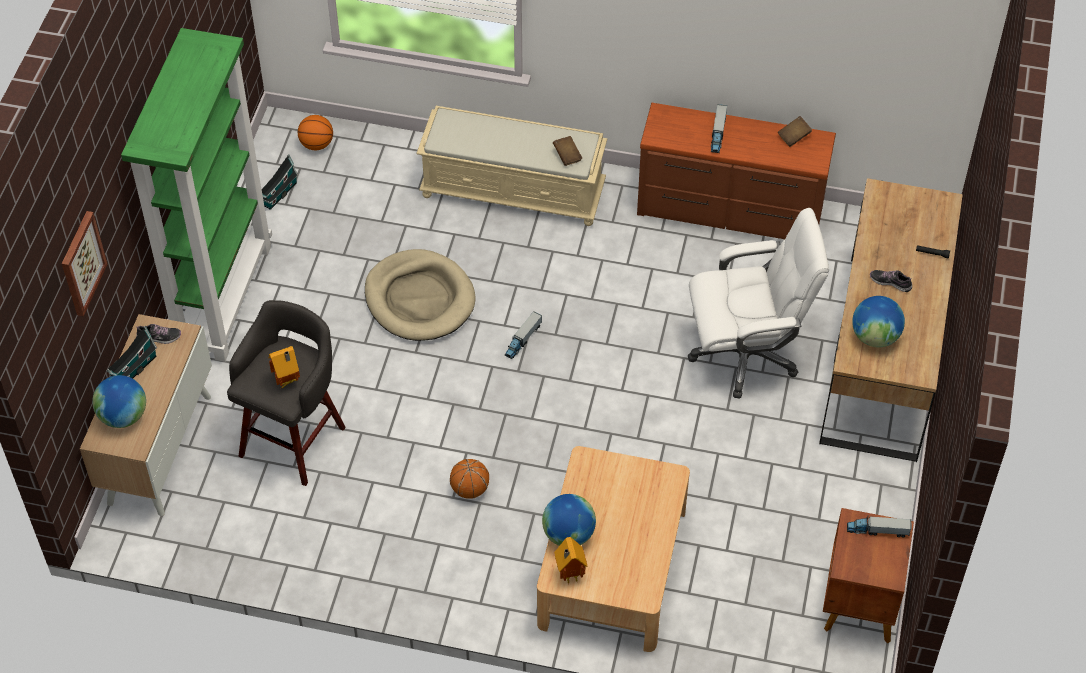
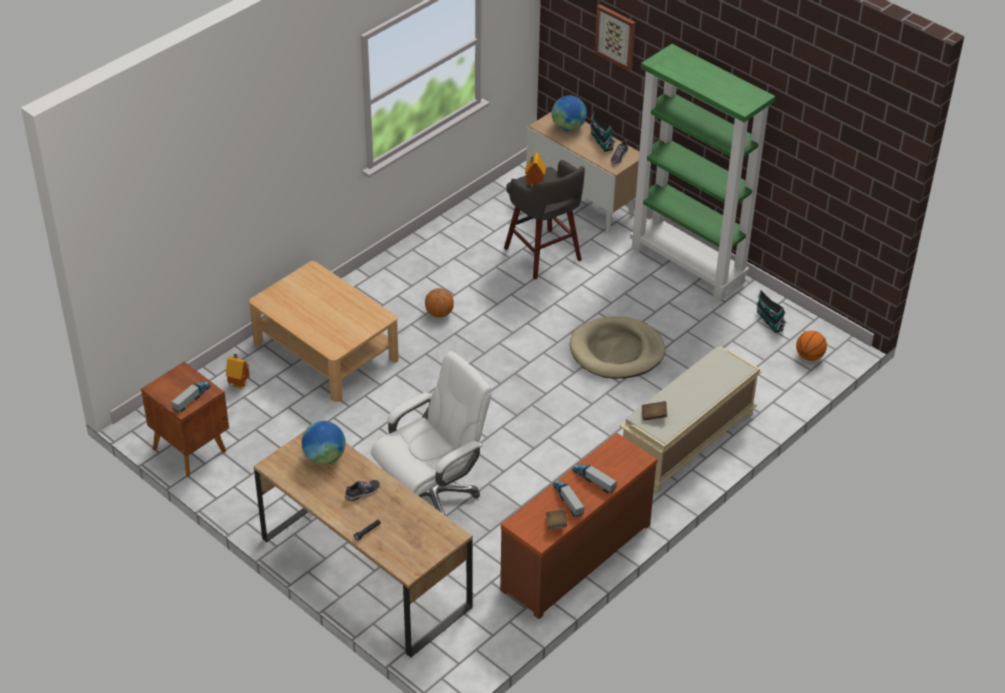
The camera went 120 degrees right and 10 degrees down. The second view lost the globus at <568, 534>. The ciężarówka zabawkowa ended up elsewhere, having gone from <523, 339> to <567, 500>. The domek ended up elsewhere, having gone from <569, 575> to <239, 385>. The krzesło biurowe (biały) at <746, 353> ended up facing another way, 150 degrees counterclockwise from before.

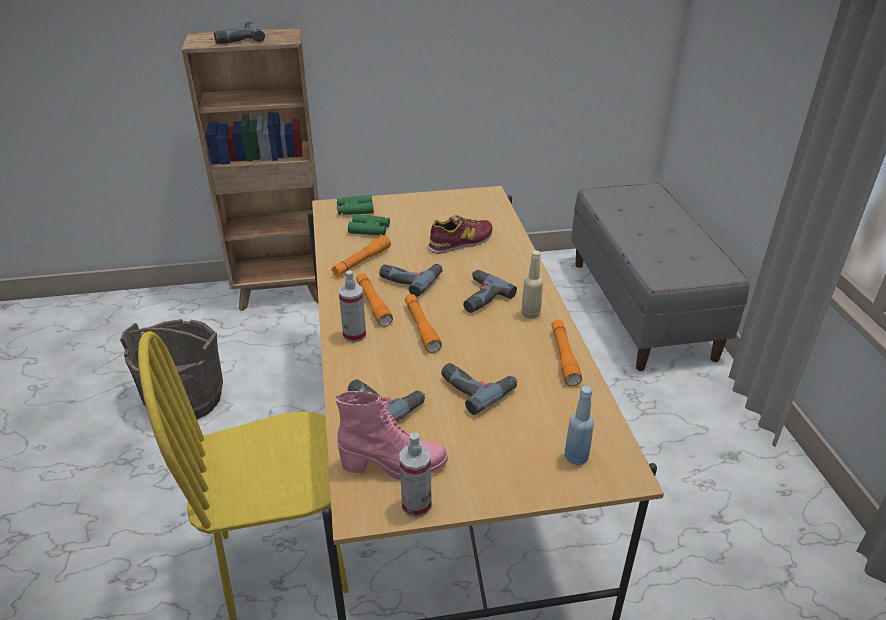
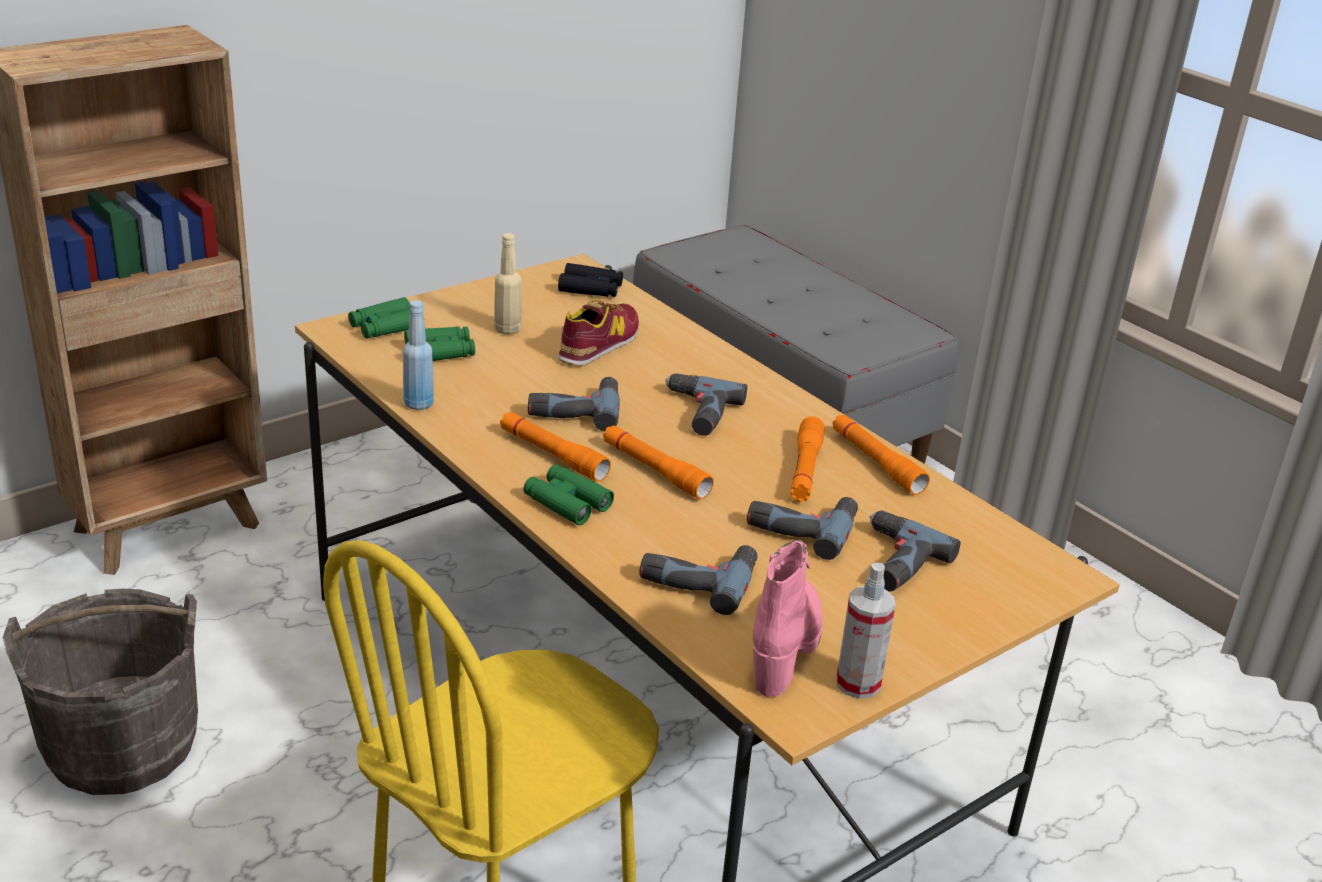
The camera went 30 degrees left and 5 degrees down. The second view gained the lornetka (czarny) at <591, 288>. The wiertarka ended up elsewhere, having gone from <238, 39> to <892, 561>. The latarka (pomarańczowy) ended up elsewhere, having gone from <361, 262> to <805, 470>. The butelka (beżowy) ended up elsewhere, having gone from <530, 314> to <507, 329>. The butelka (niebieski) ended up elsewhere, having gone from <576, 457> to <418, 404>. Where the spryskiwacz stood at <354, 335>, the lornetka (zielony) came to stand at <567, 503>. The but z cholewką (różowy) at <394, 466> ended up facing another way, 45 degrees counterclockwise from before.

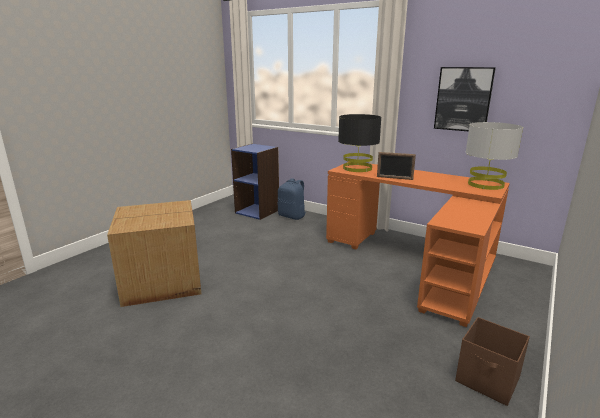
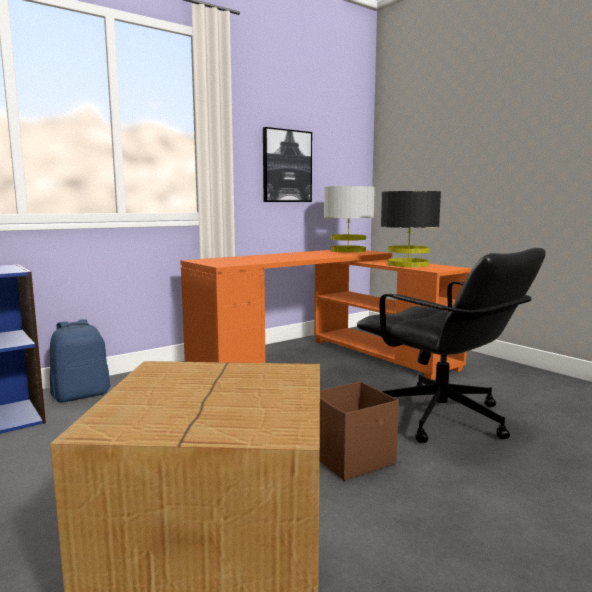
The camera went 70 degrees left and 10 degrees down. The second view lost the ramka na zdjęcie at <394, 178>. The second view gained the krzesło biurowe (czarny) at <441, 418>. The lampa stołowa (czarny) ended up elsewhere, having gone from <357, 168> to <408, 264>. The pojemnik do przechowywania (brązowy) ended up elsewhere, having gone from <488, 380> to <353, 459>.

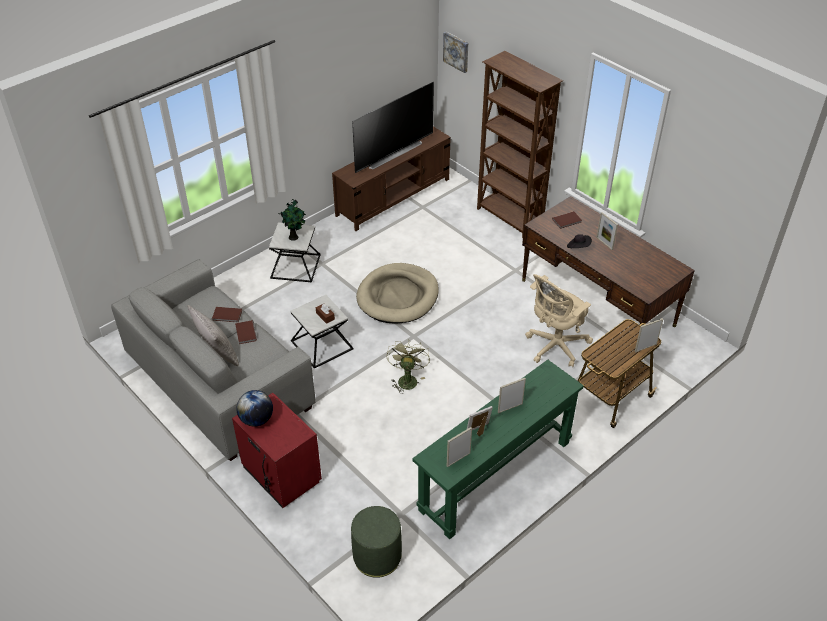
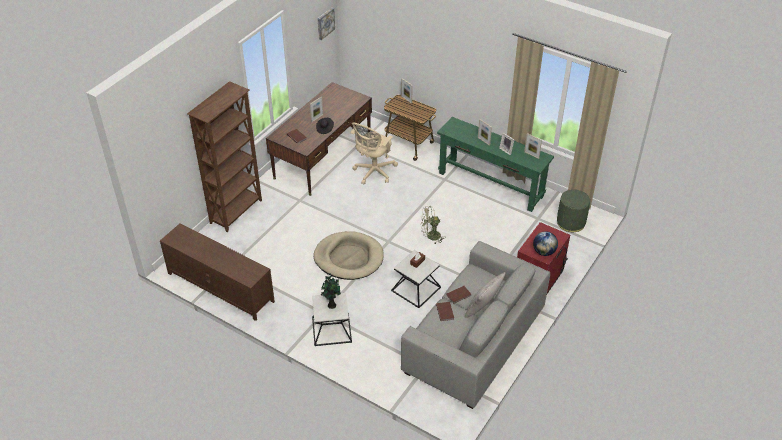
The camera went 105 degrees left and 0 degrees up. The second view lost the telewizor at <392, 152>. The obraz ended up elsewhere, having gone from <456, 51> to <325, 23>. The krzesło biurowe (beżowy) at <554, 347> ended up facing another way, 90 degrees clockwise from before.

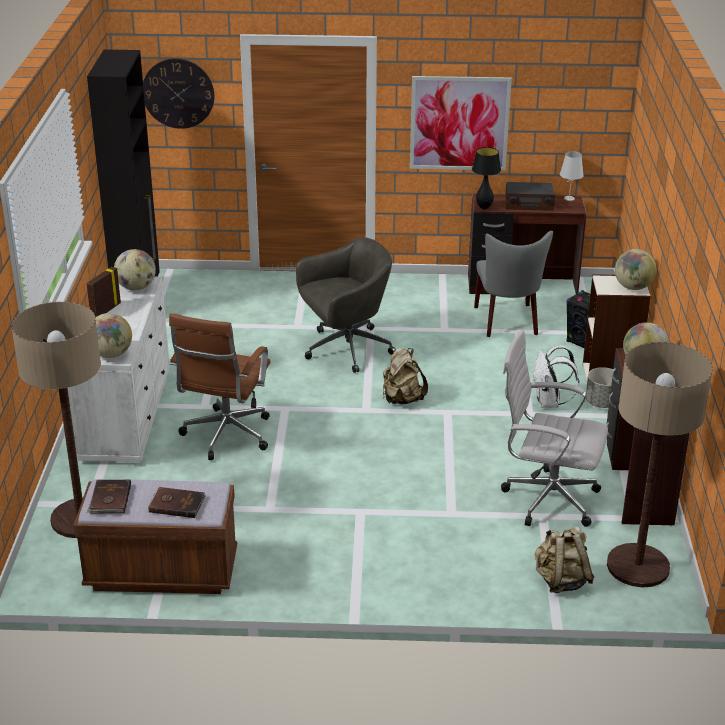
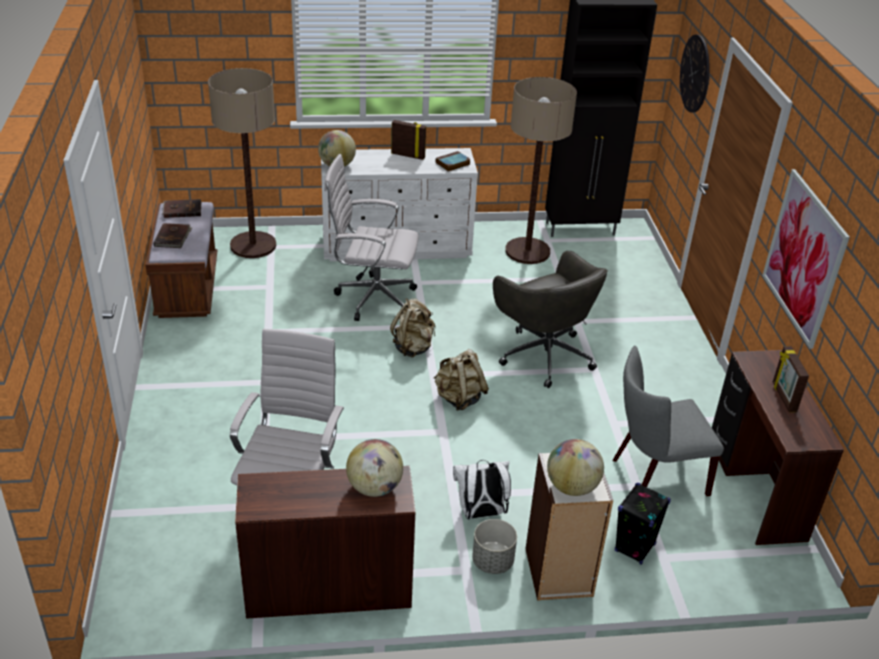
The camera went 80 degrees right and 5 degrees up. The second view lost the lampa stołowa (czarny) at <484, 207>. The second view lost the lampa stołowa (biały) at <569, 198>. The plecak (beżowy) ended up elsewhere, having gone from <561, 580> to <413, 347>. The lampa stojąca ended up elsewhere, having gone from <638, 566> to <527, 251>. Where the globus stood at <136, 288>, the książka came to stand at <452, 164>. Where the radio stood at <528, 203>, the ramka na zdjęcie came to stand at <783, 397>. What was the krzesło biurowe (brązowy) at <225, 437> turned into the krzesło biurowe (biały) at <372, 298>.

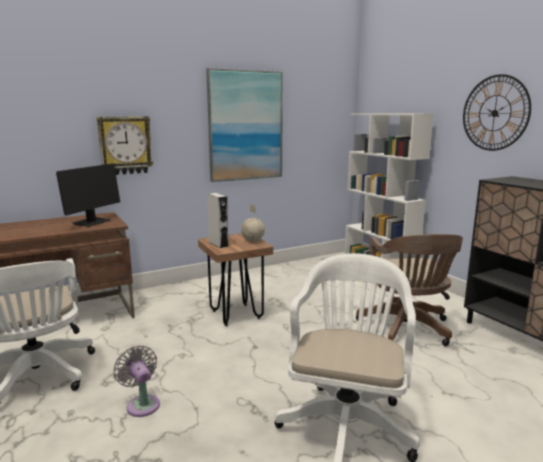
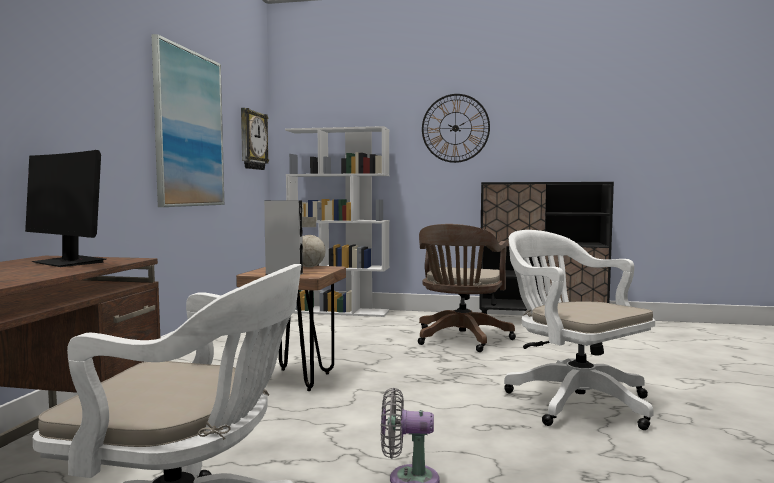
The camera went 50 degrees left and 10 degrees down. The zegar ścienny ended up elsewhere, having gone from <125, 145> to <252, 140>. The monitor at <92, 222> ended up facing another way, 150 degrees clockwise from before. The krzesło biurowe (brązowy) at <406, 329> ended up facing another way, 75 degrees clockwise from before.

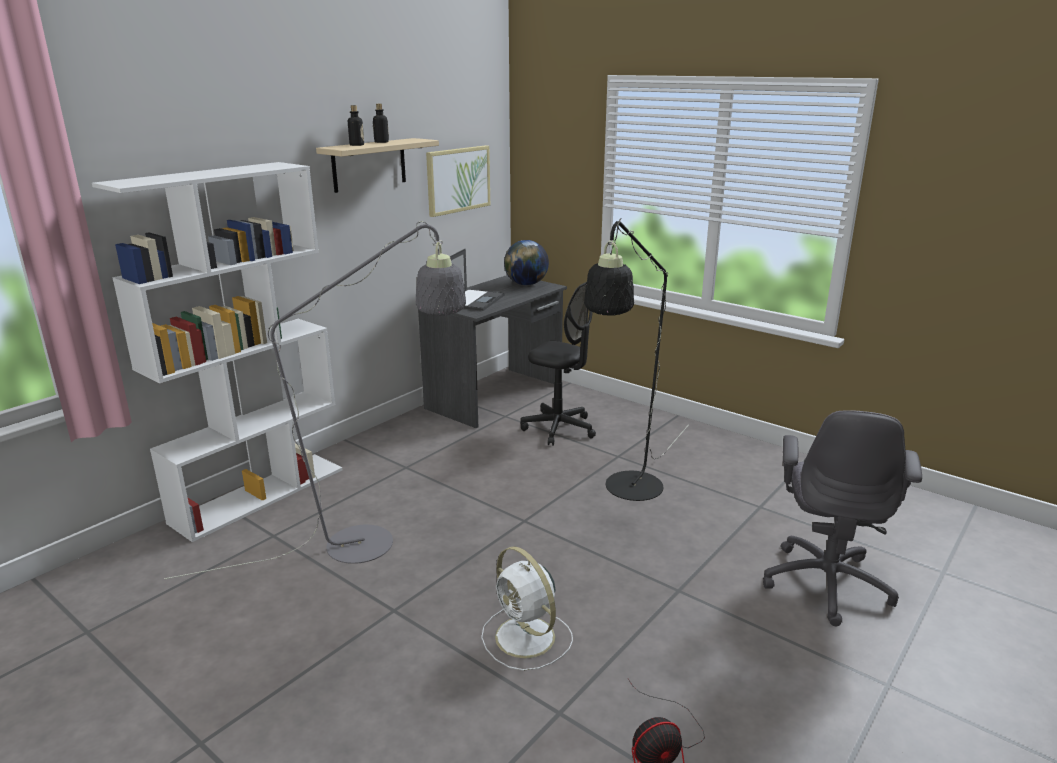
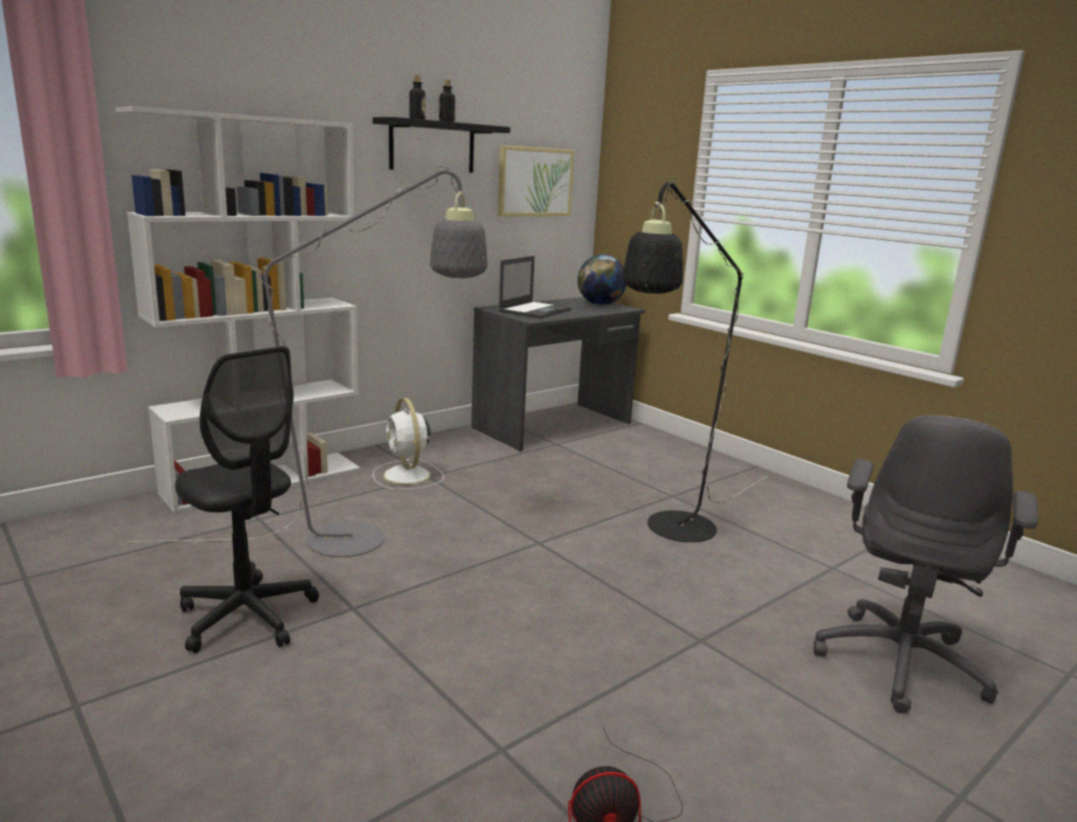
The camera went 10 degrees right and 5 degrees down. The wentylator (biały) ended up elsewhere, having gone from <527, 638> to <407, 476>. The krzesło biurowe (czarny) ended up elsewhere, having gone from <559, 429> to <247, 616>. What was the półka (beżowy) at <369, 165> turned into the półka (czarny) at <432, 146>.

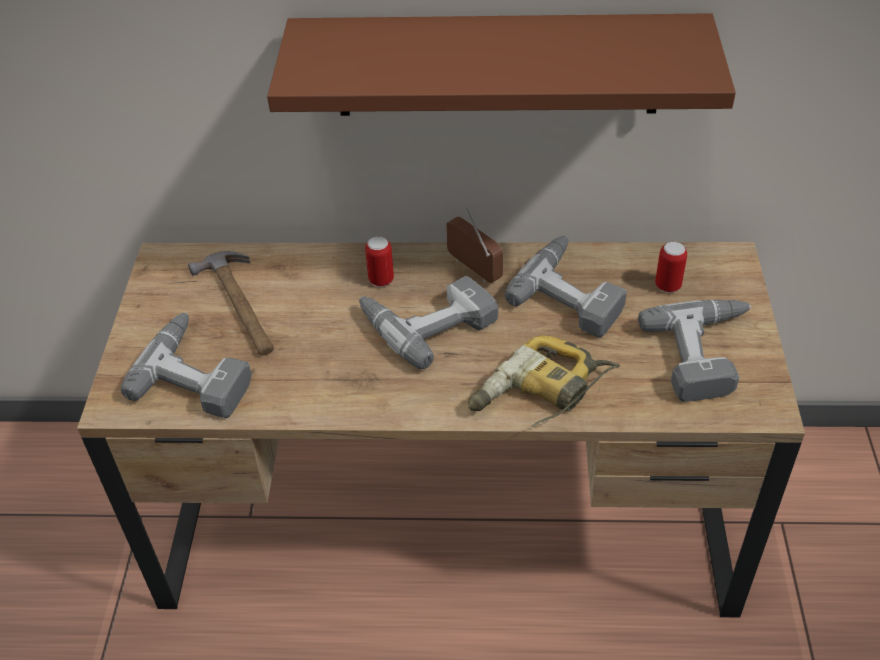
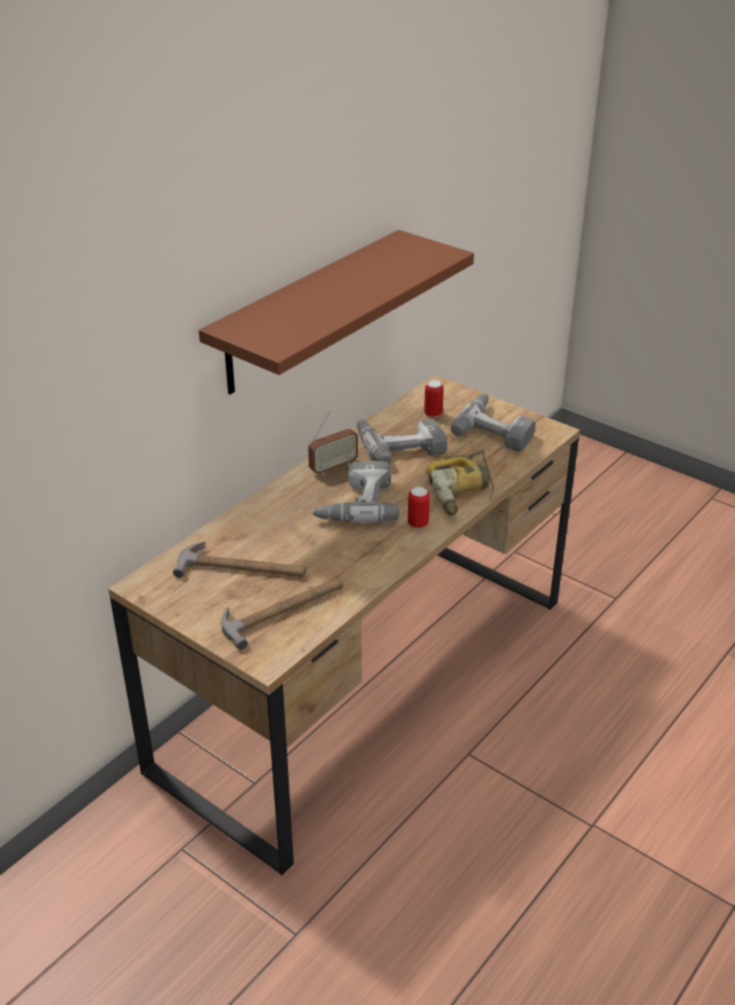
The camera went 55 degrees left and 10 degrees down. The puszka ended up elsewhere, having gone from <381, 280> to <418, 524>. Where the wiertarka stood at <199, 373>, the młotek came to stand at <284, 610>. The radio at <473, 269> ended up facing another way, 150 degrees clockwise from before.

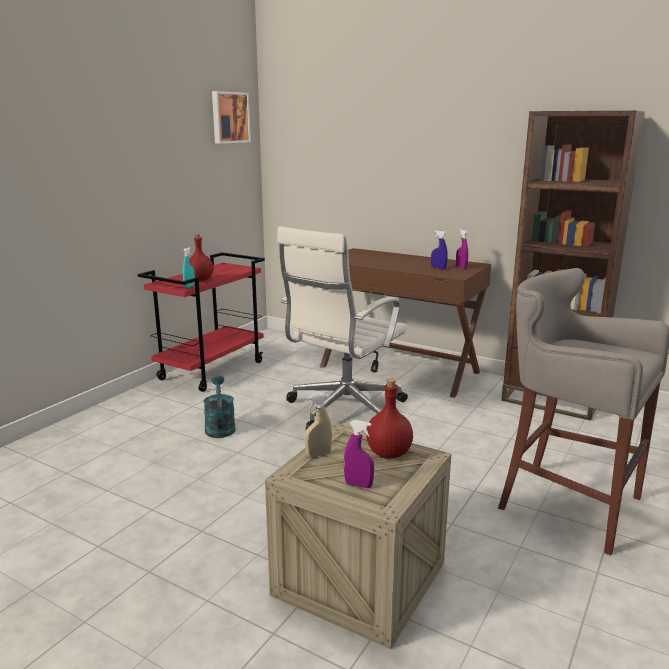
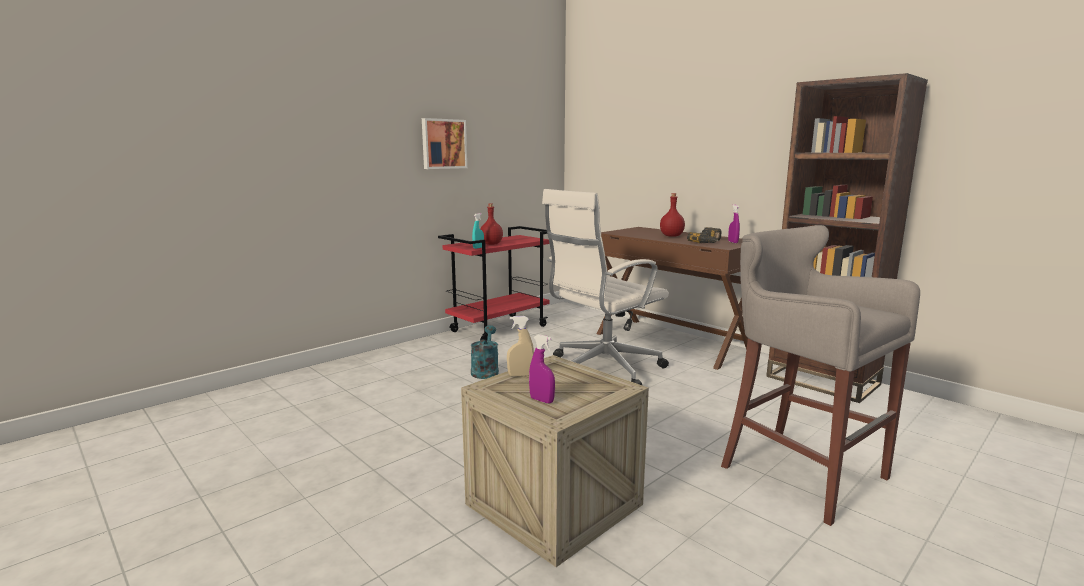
The camera went 15 degrees right and 5 degrees down. The obraz ended up elsewhere, having gone from <229, 117> to <443, 144>. The butelka (czerwony) ended up elsewhere, having gone from <388, 453> to <671, 236>. Where the spryskiwacz (niebieski) stood at <438, 268>, the wiertarka came to stand at <709, 242>.

